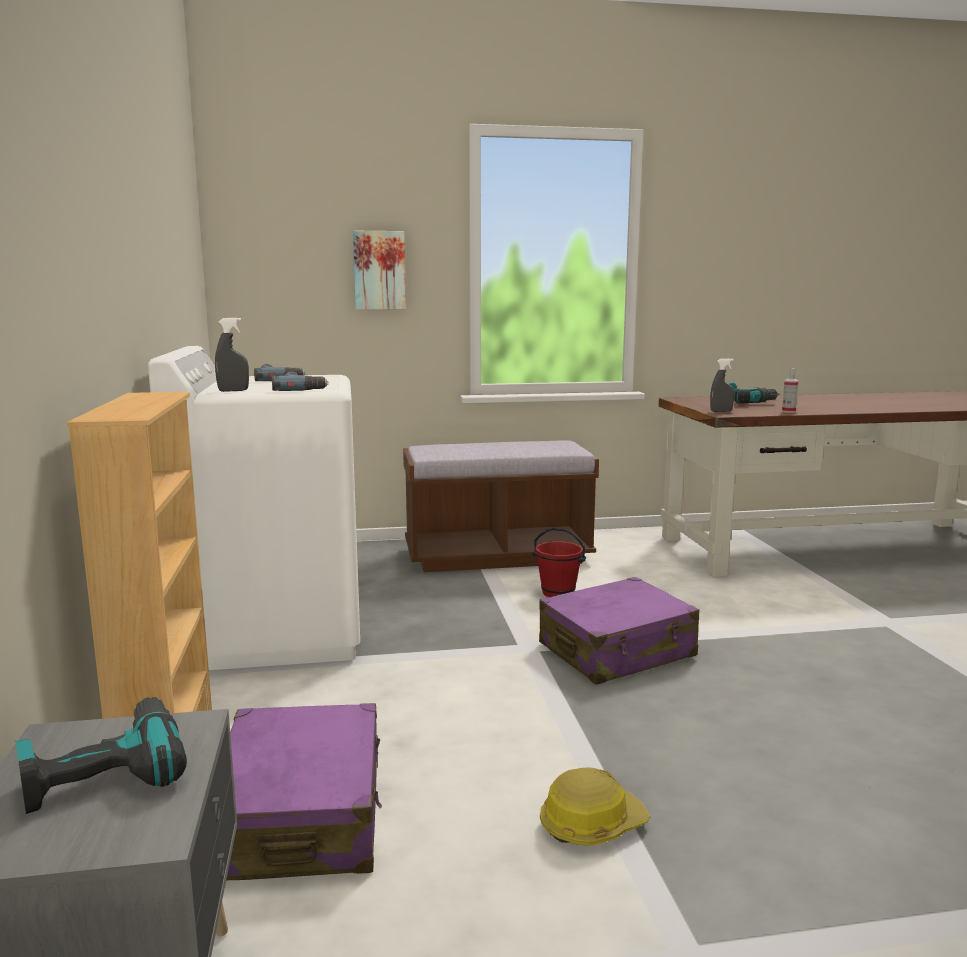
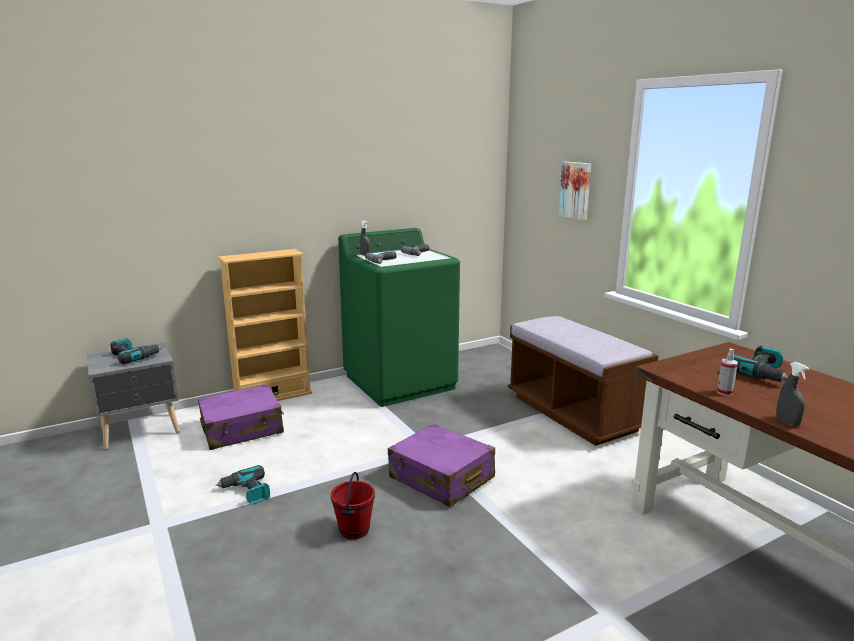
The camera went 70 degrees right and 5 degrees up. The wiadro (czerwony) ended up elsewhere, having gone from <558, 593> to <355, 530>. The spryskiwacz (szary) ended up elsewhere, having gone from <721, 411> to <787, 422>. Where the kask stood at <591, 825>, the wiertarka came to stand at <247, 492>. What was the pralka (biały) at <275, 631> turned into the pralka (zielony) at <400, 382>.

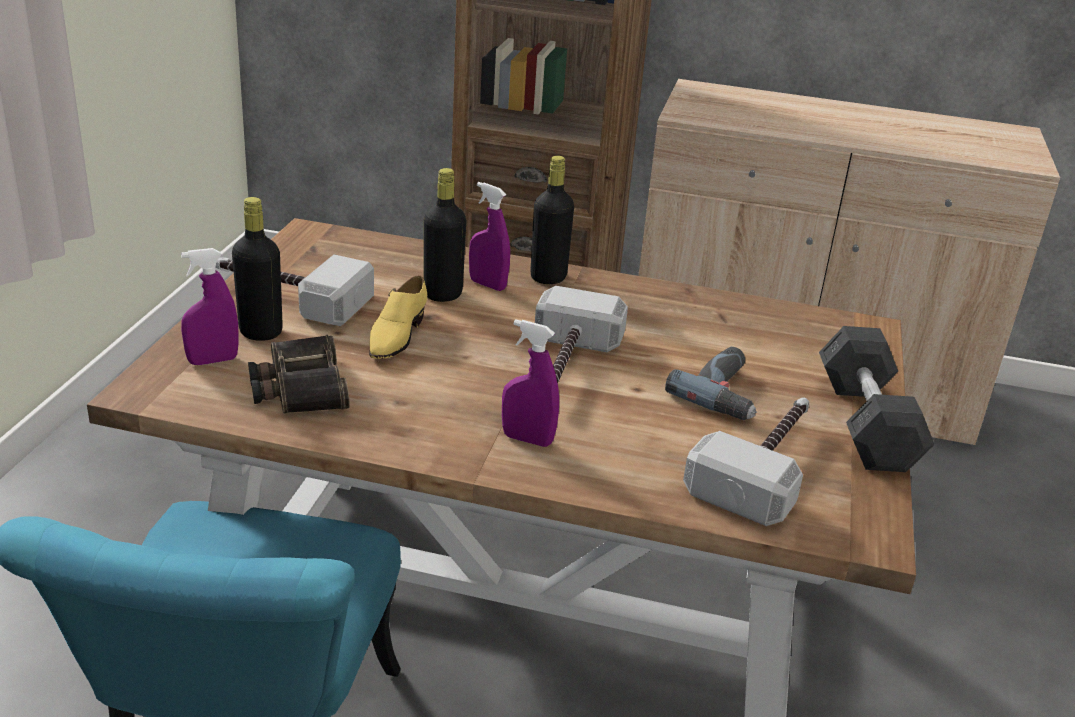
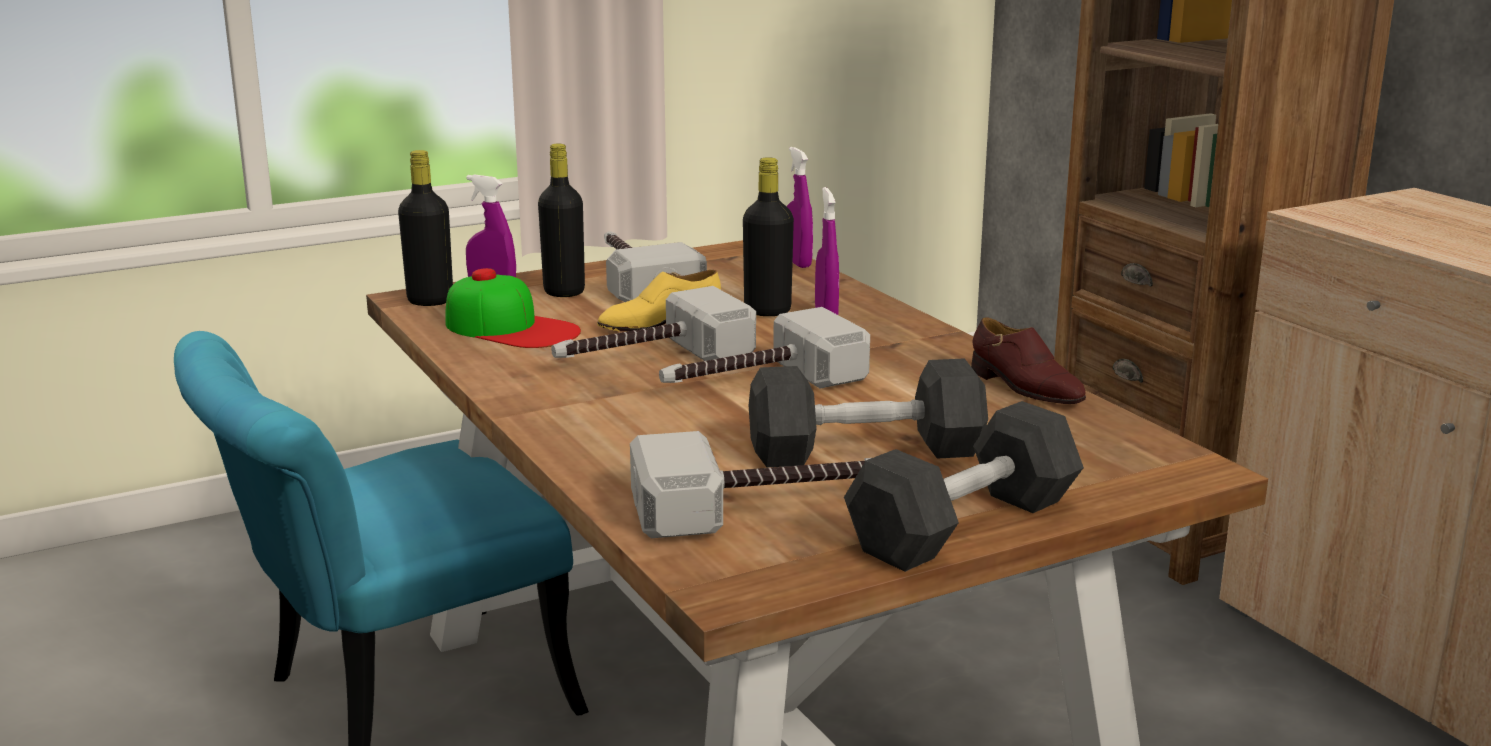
The camera went 50 degrees right and 10 degrees down. The second view gained the młotek at <649, 358>. The second view gained the but (brązowy) at <1025, 387>. The spryskiwacz (fioletowy) ended up elsewhere, having gone from <527, 439> to <797, 263>. The butelka (czarny) ended up elsewhere, having gone from <548, 277> to <430, 301>. Where the lornetka stood at <299, 387>, the czapka z daszkiem came to stand at <511, 328>. Where the wiertarka stood at <726, 393>, the hantel (szary) came to stand at <865, 452>.

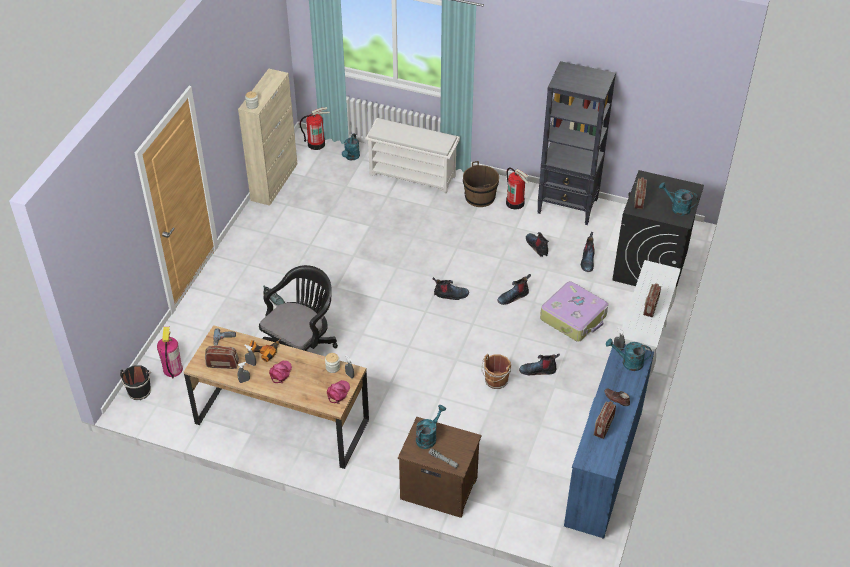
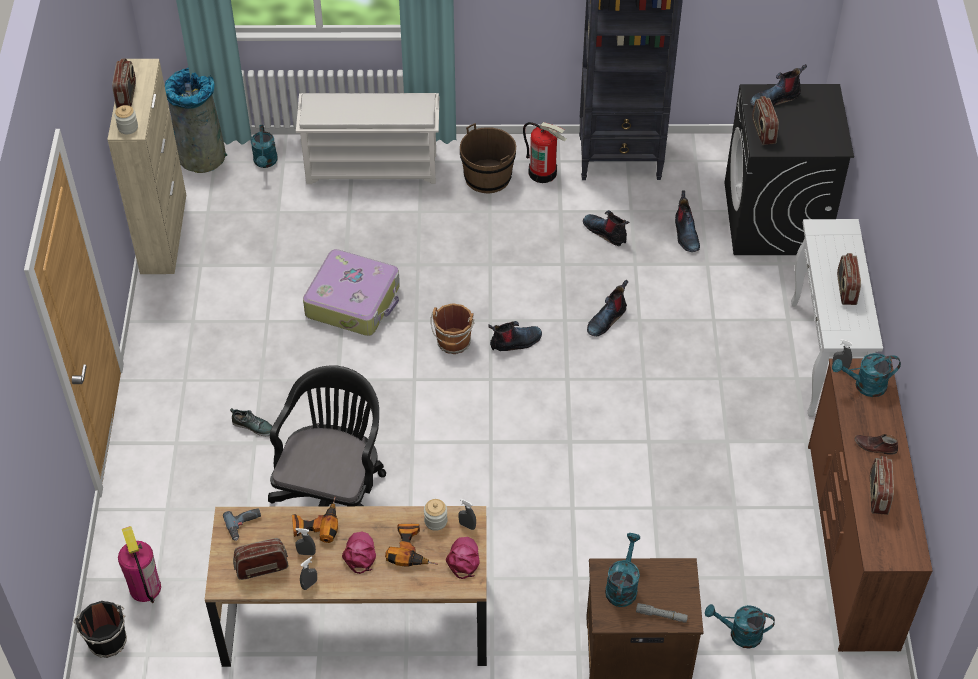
The camera went 20 degrees left and 5 degrees up. The second view gained the radio at <127, 95>. The second view gained the wiertarka at <411, 549>. The wiadro (brązowy) ended up elsewhere, having gone from <496, 381> to <453, 343>. The but z cholewką ended up elsewhere, having gone from <538, 370> to <775, 98>. The walizka ended up elsewhere, having gone from <574, 317> to <354, 301>. The konewka (turkusowy) ended up elsewhere, having gone from <677, 208> to <739, 634>. Where the gaśnica stood at <316, 144>, the kosz na śmieci (szary) came to stand at <201, 154>. What was the komoda (niebieski) at <602, 468> turned into the komoda (brązowy) at <850, 545>.

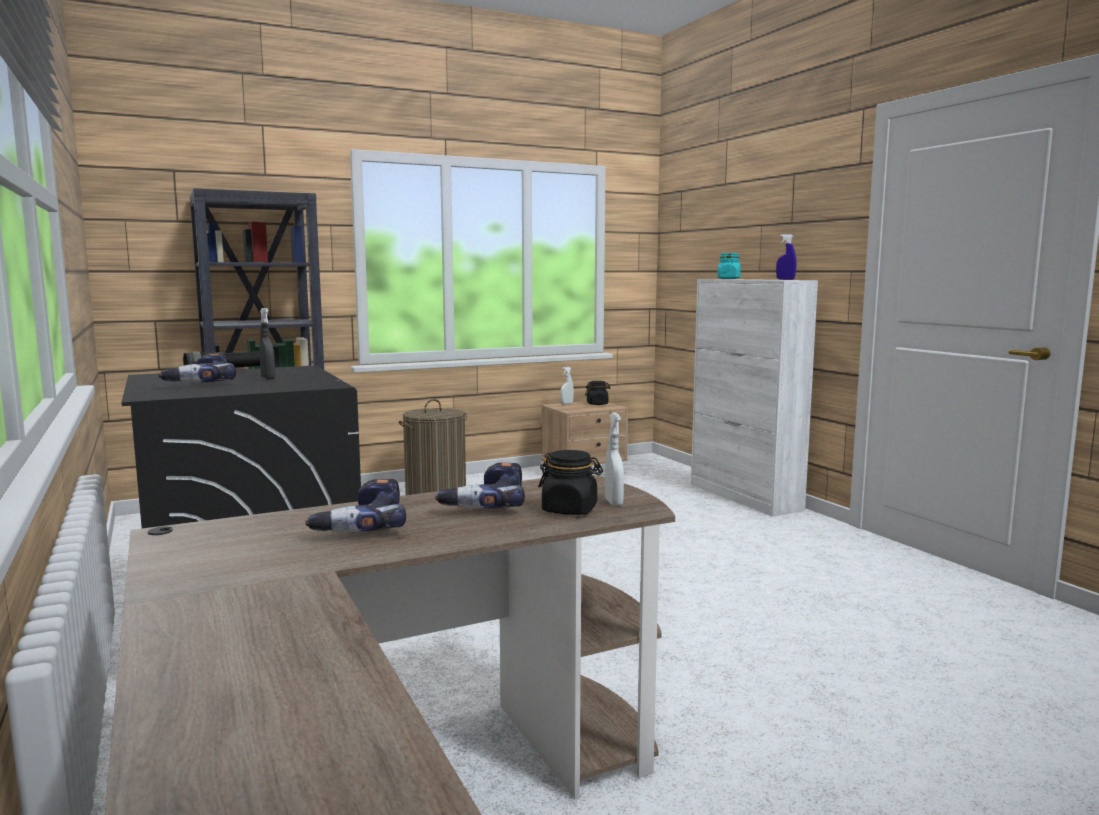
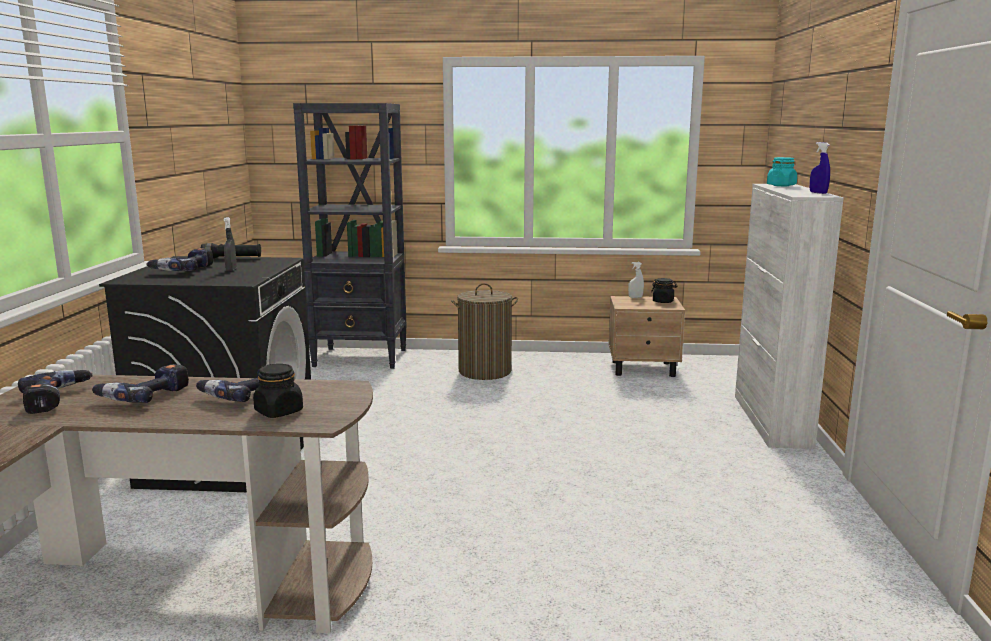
The camera went 30 degrees right and 5 degrees up. The second view lost the spryskiwacz (biały) at <613, 502>. The second view gained the wiertarka at <57, 400>.

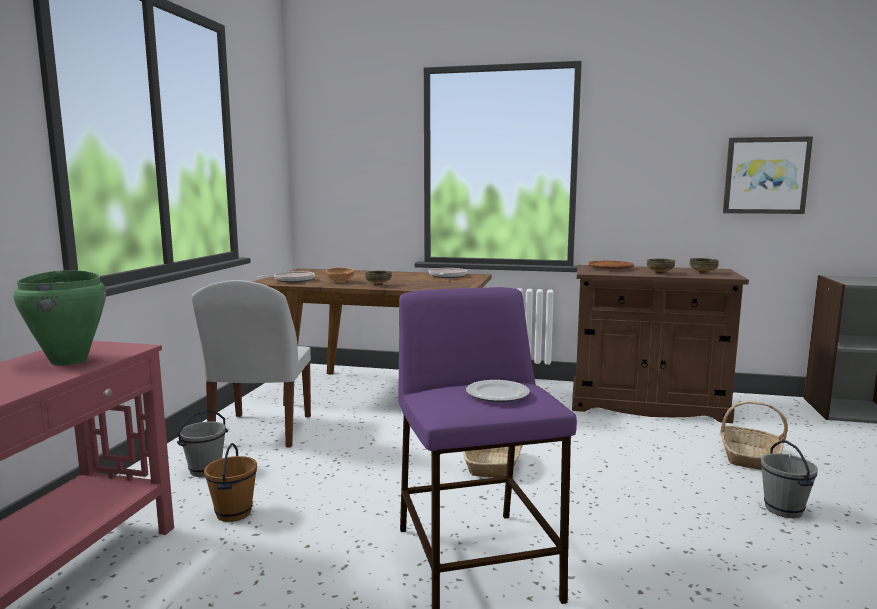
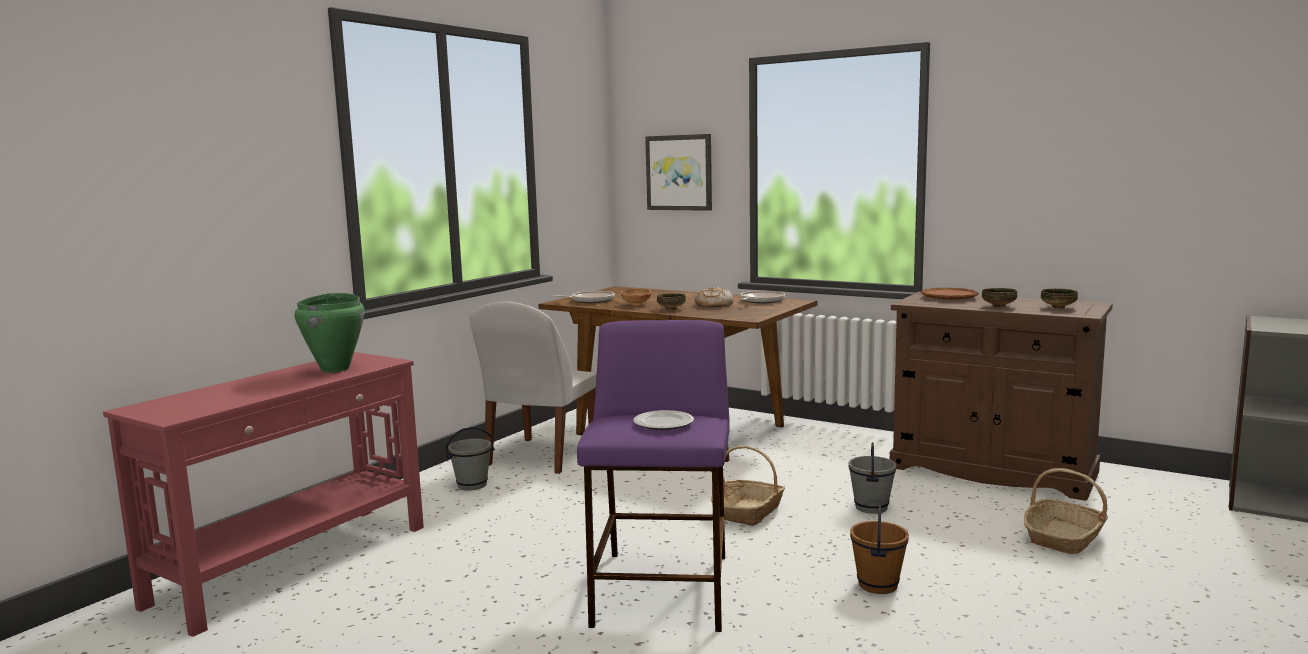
The camera went 20 degrees right and 0 degrees up. The second view gained the chleb at <713, 305>. The wiadro (brązowy) ended up elsewhere, having gone from <233, 513> to <877, 585>. The obraz ended up elsewhere, having gone from <765, 175> to <679, 172>. The wiadro (szary) ended up elsewhere, having gone from <784, 510> to <872, 507>.

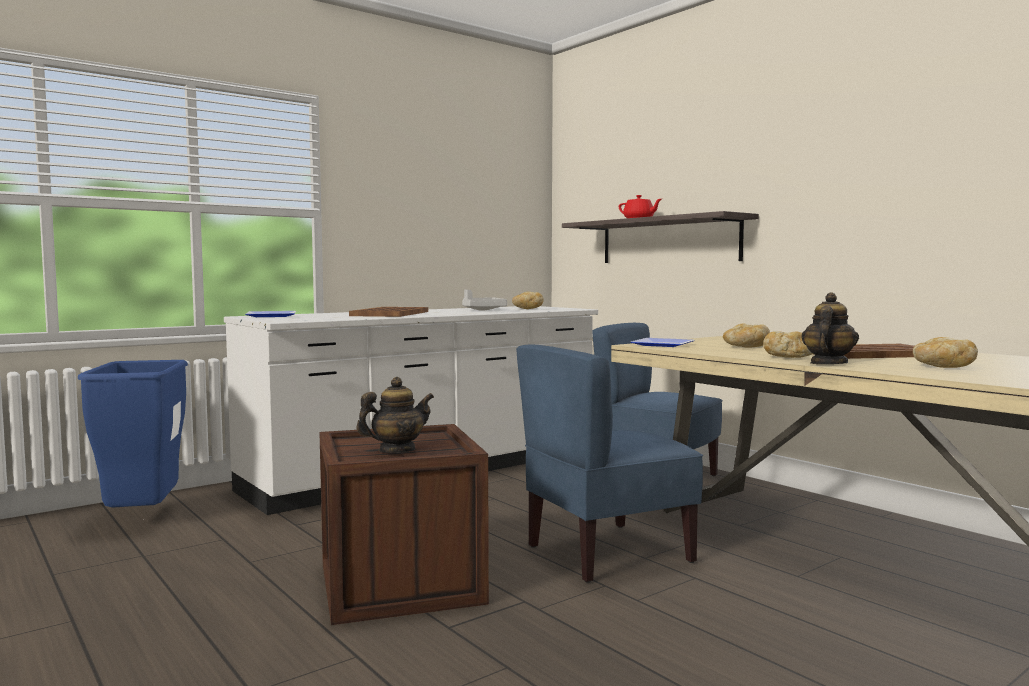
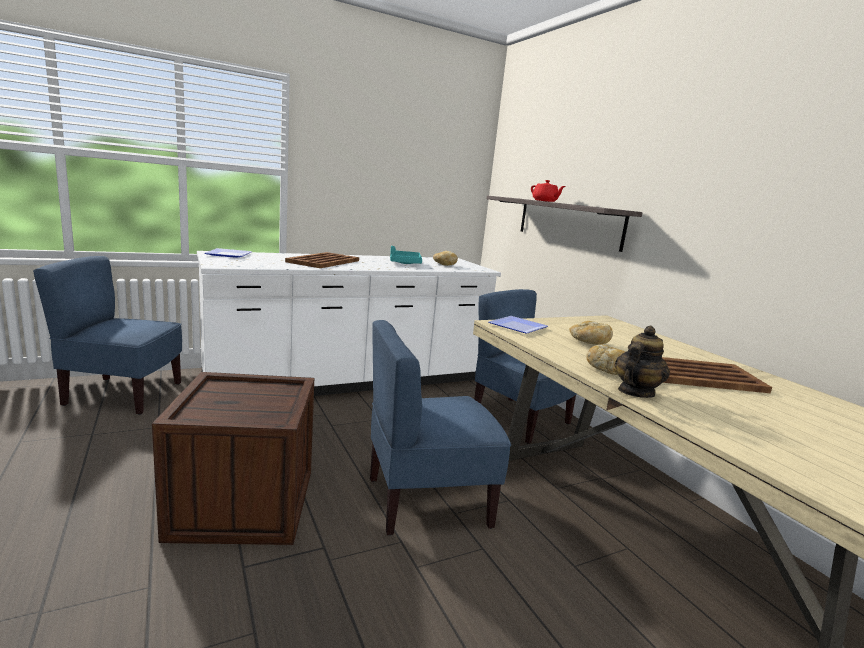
The camera went 10 degrees right and 10 degrees up. The second view lost the imbryk at <396, 450>. The second view lost the chleb at <942, 367>. Where the kosz na śmieci (niebieski) stood at <143, 518>, the krzesło (niebieski) came to stand at <123, 395>. What was the taca (szary) at <482, 310> turned into the taca (turkusowy) at <404, 263>.

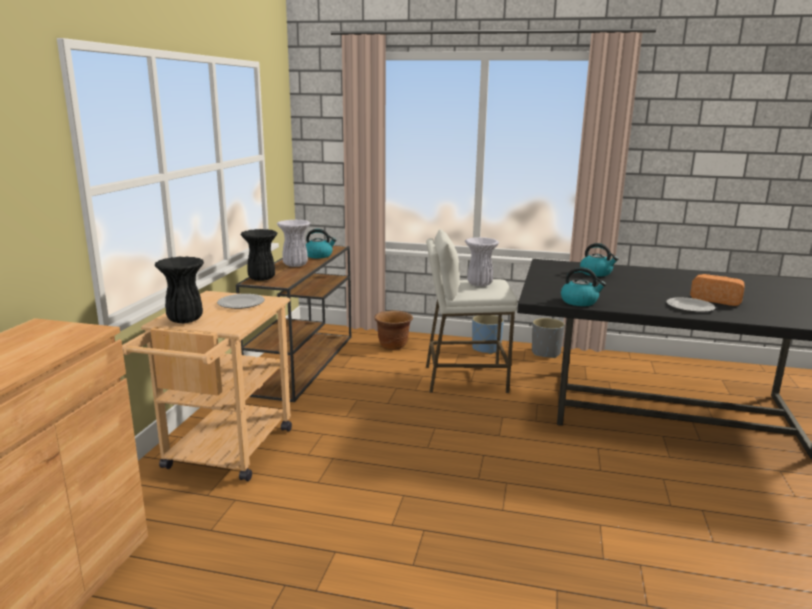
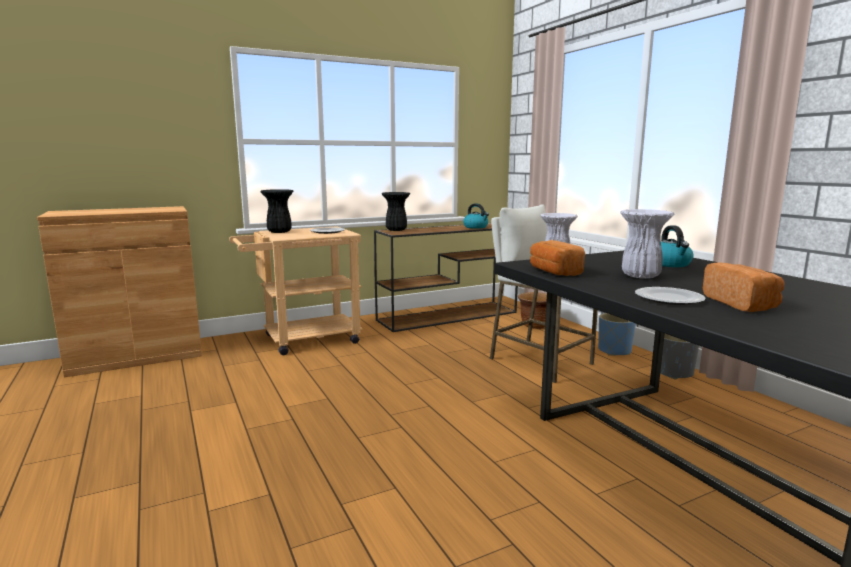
The camera went 50 degrees right and 5 degrees down. The wazon (biały) ended up elsewhere, having gone from <295, 265> to <639, 276>. Where the czajnik stood at <579, 301>, the chleb came to stand at <553, 272>.

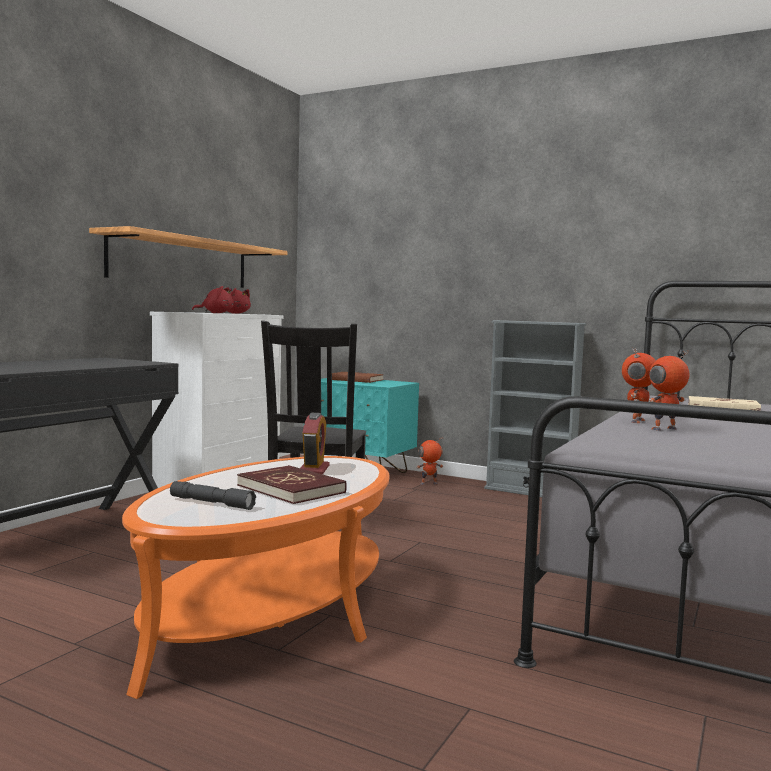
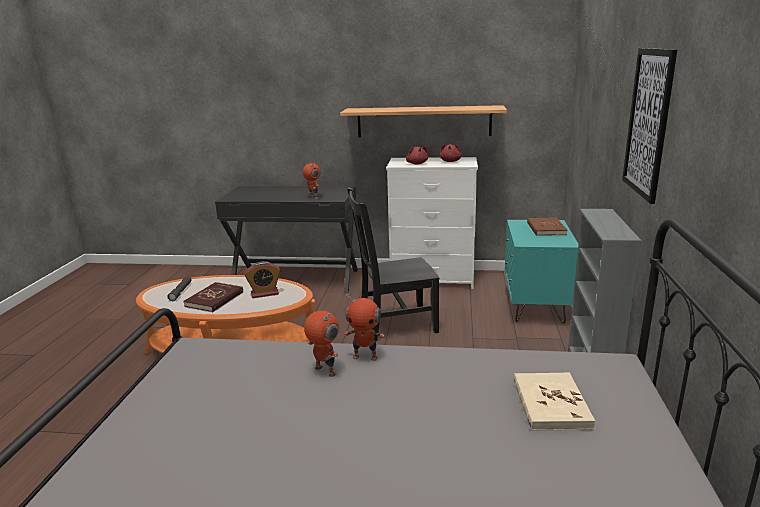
The camera went 70 degrees right and 15 degrees up. The second view gained the obraz at <648, 123>. The robot zabawkowy ended up elsewhere, having gone from <429, 484> to <313, 197>.

